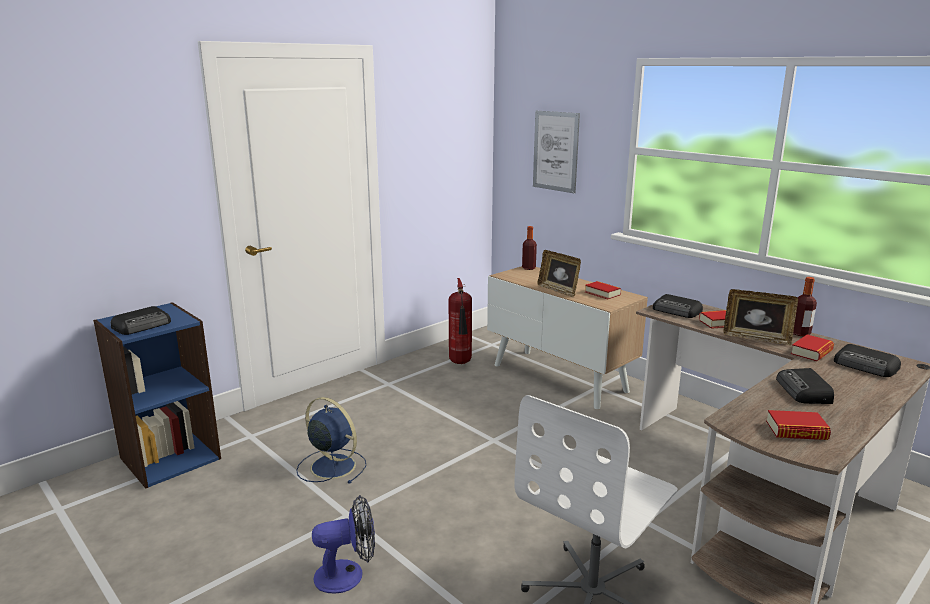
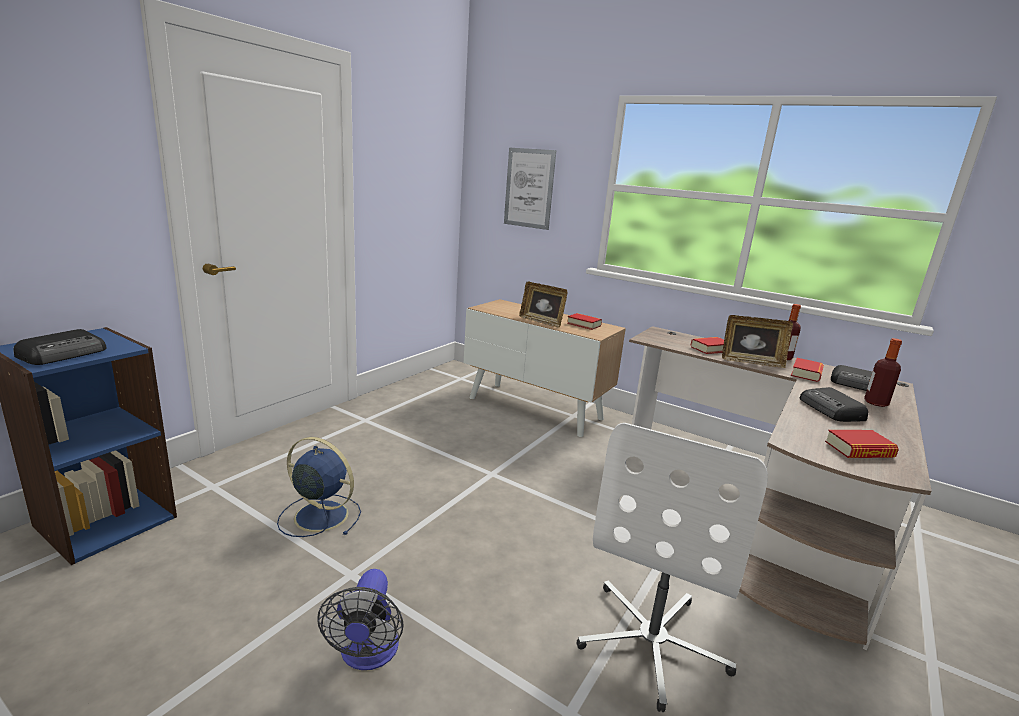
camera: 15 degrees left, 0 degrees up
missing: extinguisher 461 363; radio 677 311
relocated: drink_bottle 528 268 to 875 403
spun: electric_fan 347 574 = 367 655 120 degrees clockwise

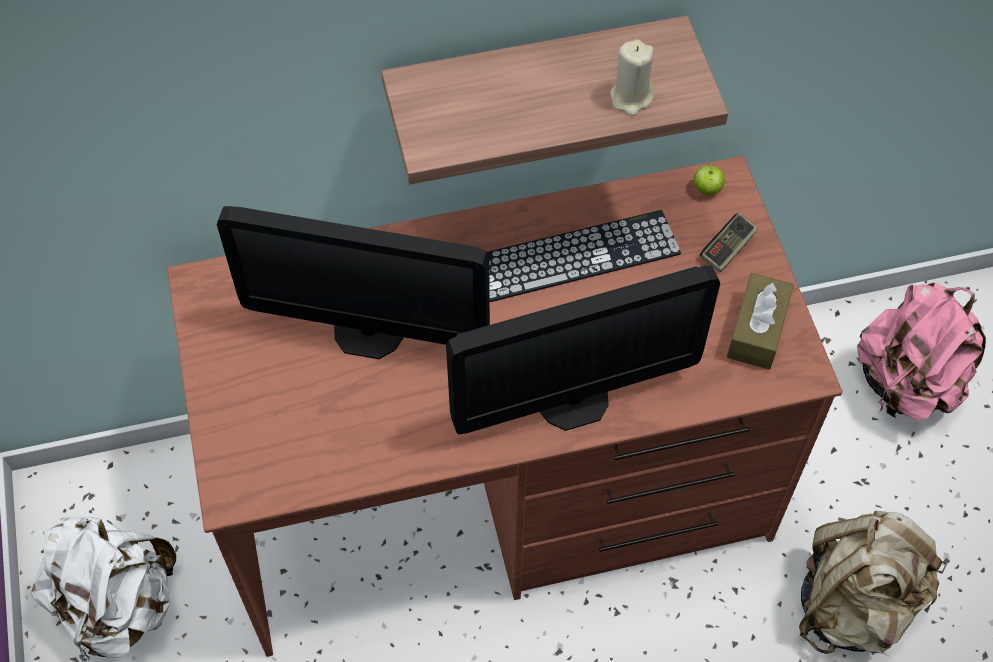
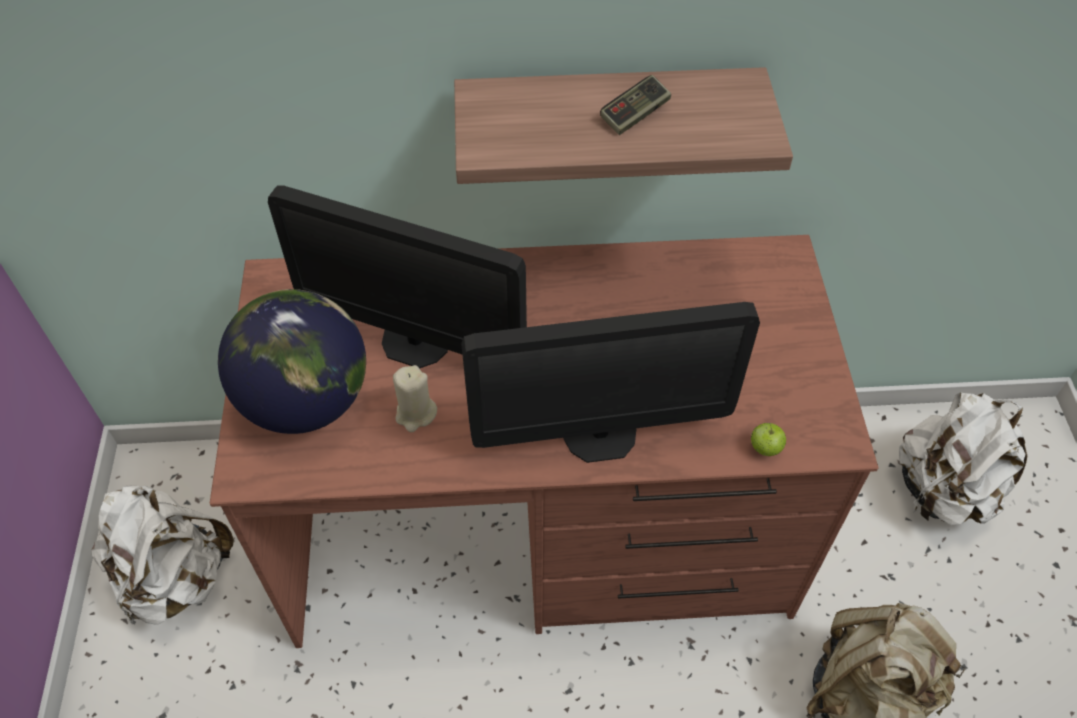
camera: 10 degrees right, 5 degrees down
missing: PC_keyboard 575 256; brown_tissue_box 757 330
appeared: world_globe 306 401
relocated: beige-coloured_wax_candle 631 98 to 415 414; apple 707 189 to 765 448; game_controller 727 249 to 634 115
colour: pinkish_rucksack 906 383 to white_rucksack 943 491

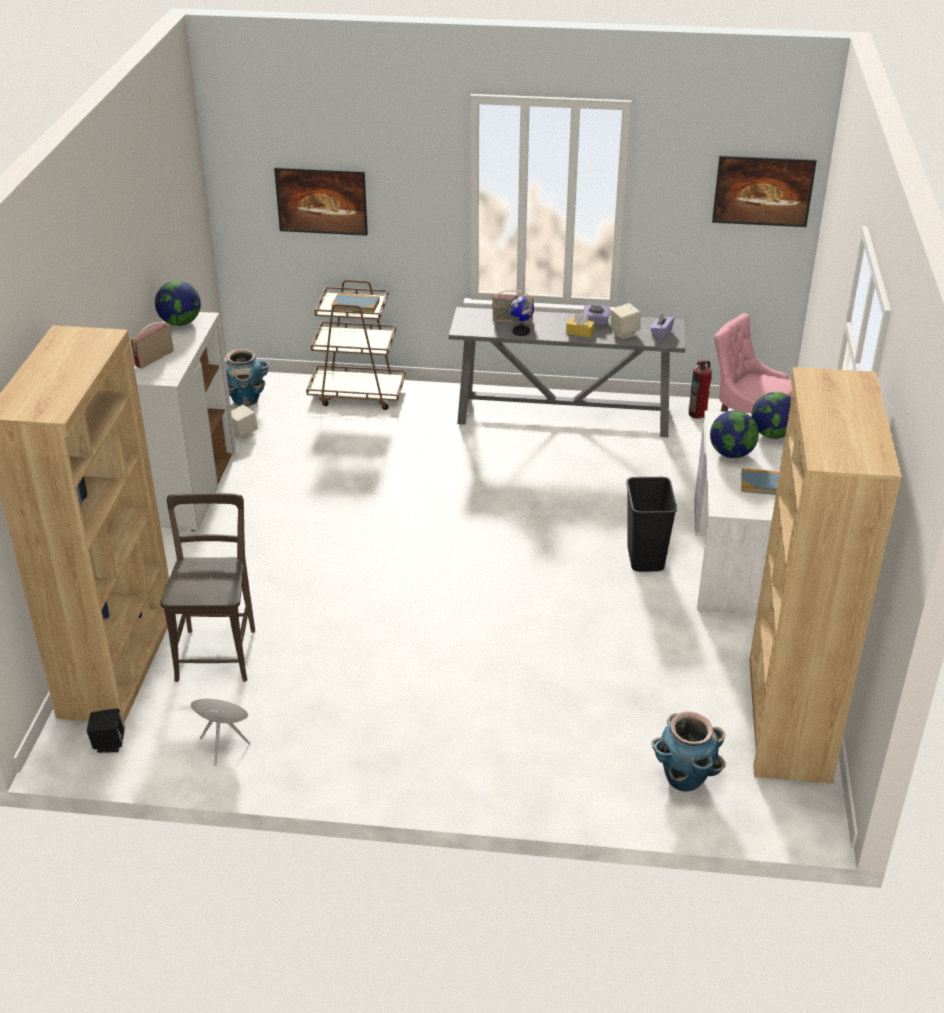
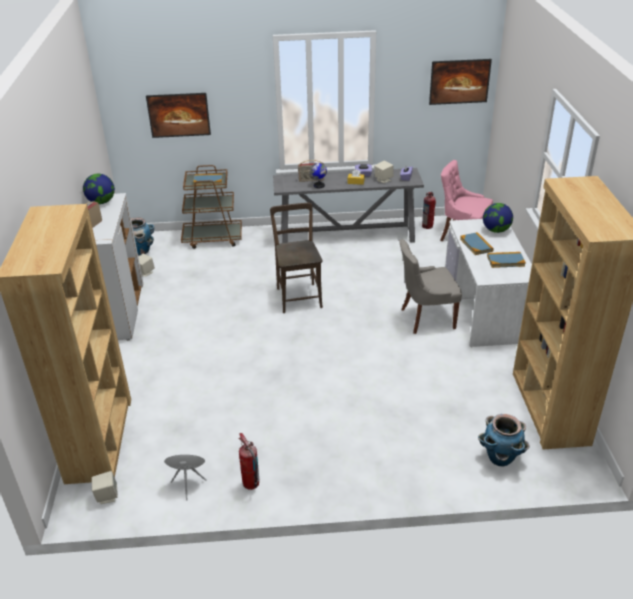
camera: 10 degrees left, 0 degrees up
appeared: extinguisher 251 483
relocated: brown_upright_chair 217 651 to 298 296
exchanged: world_globe 731 454 to bound_book 476 245; black_rubbish_bin 644 558 to greyish_upright_chair 426 318
colour: black_speaker 109 743 to beige-coloured_speaker 107 496

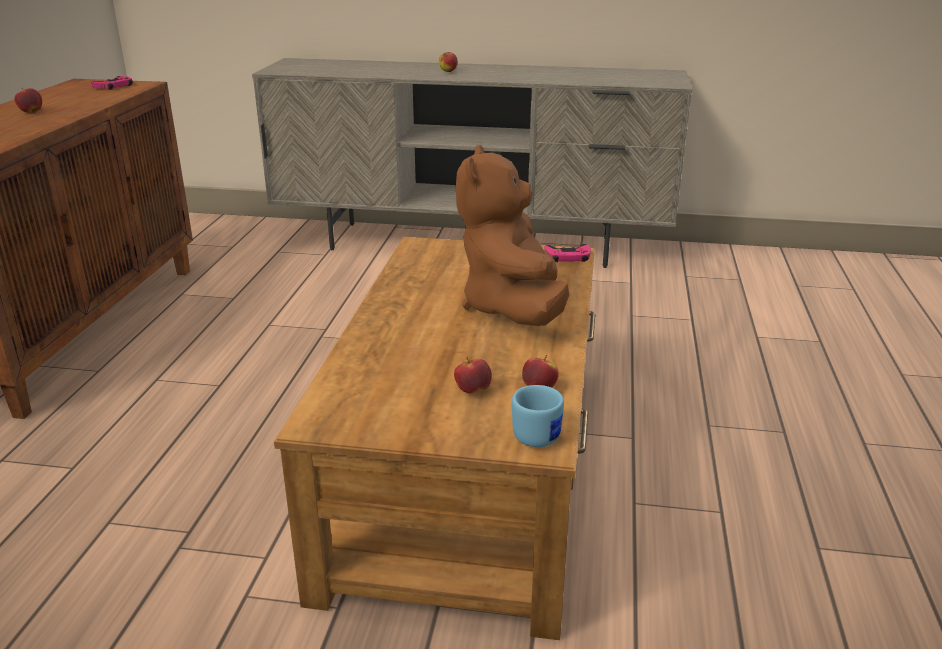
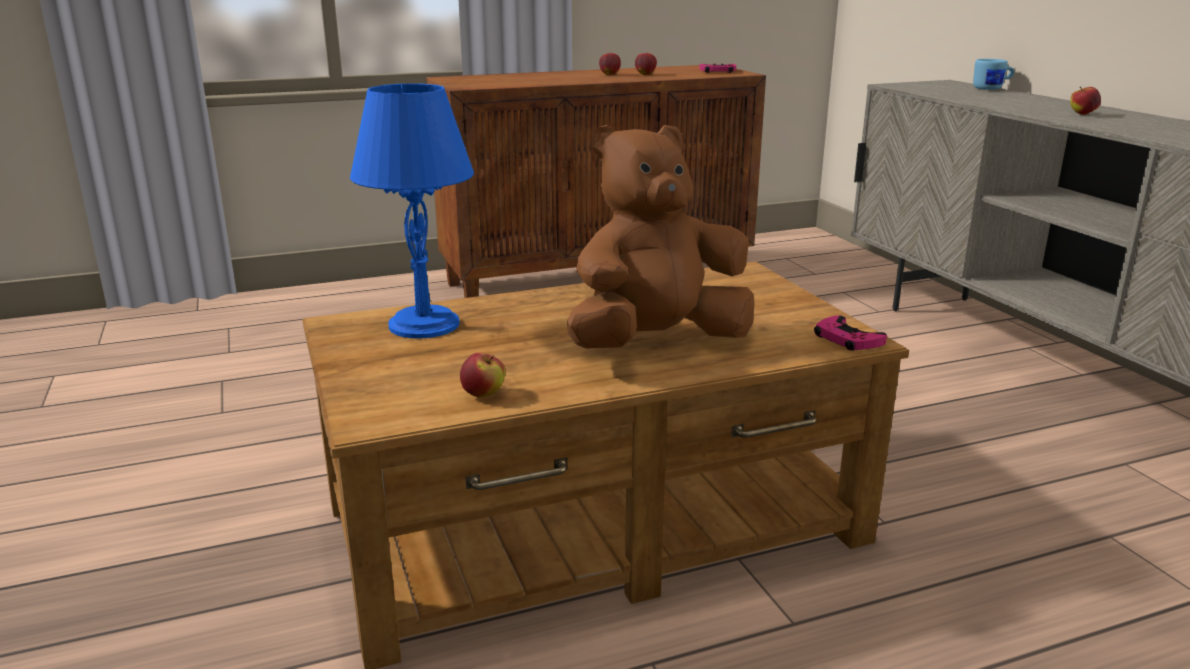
camera: 60 degrees right, 5 degrees down
appeared: blue-coloured_lamp_for_a_table 424 325
relocated: apple 472 390 to 645 74; blue-coloured_mug 539 433 to 992 89

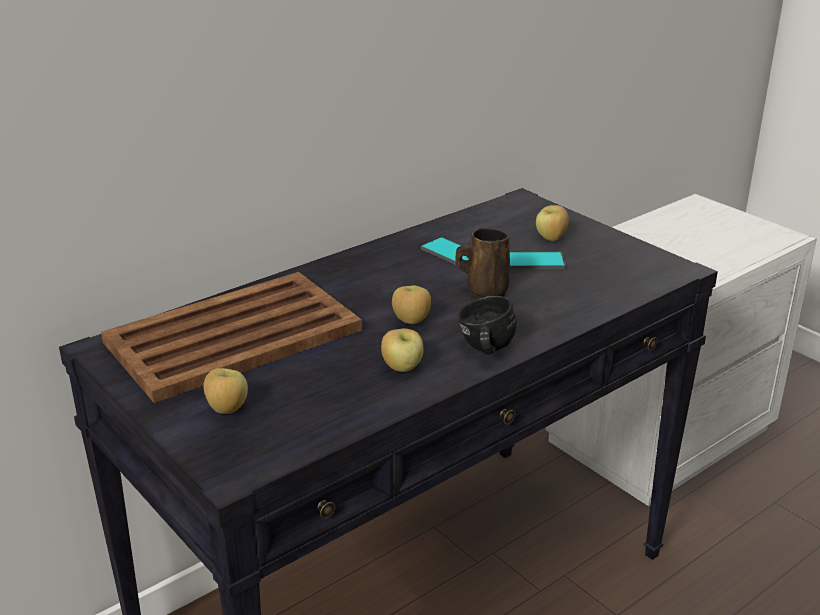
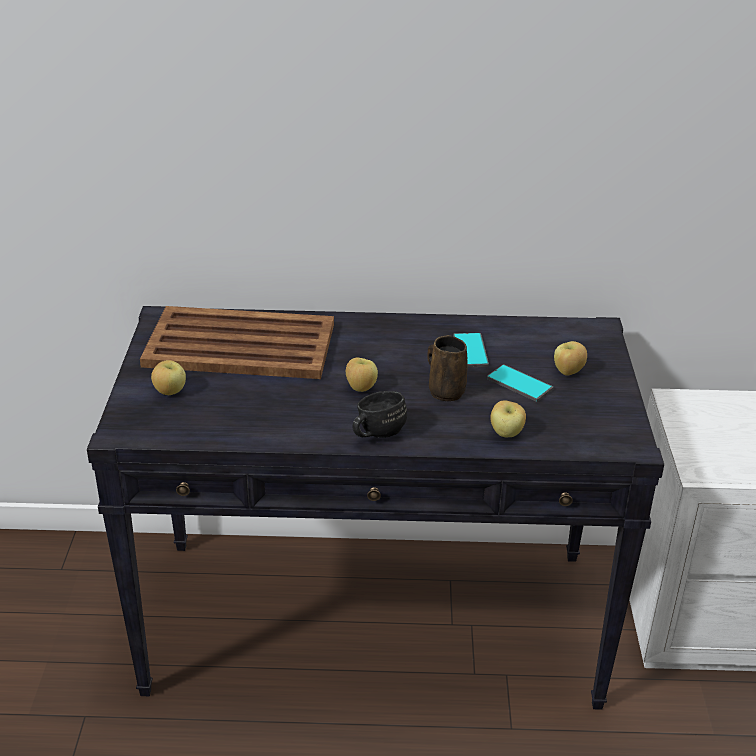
camera: 40 degrees right, 5 degrees up
relocated: apple 403 368 to 506 434

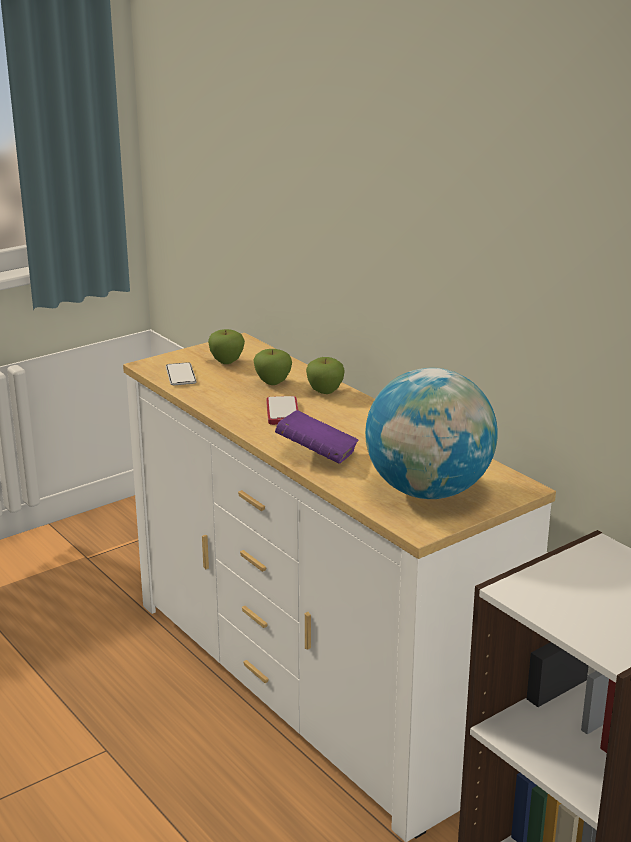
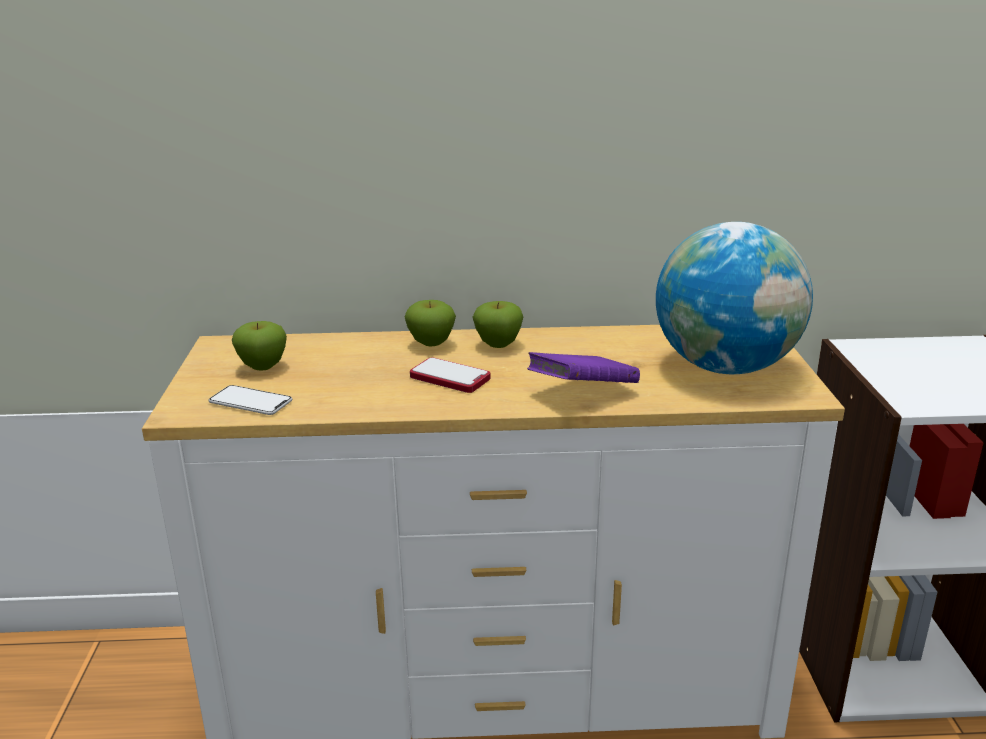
camera: 55 degrees left, 0 degrees up
relocated: apple 273 382 to 498 344

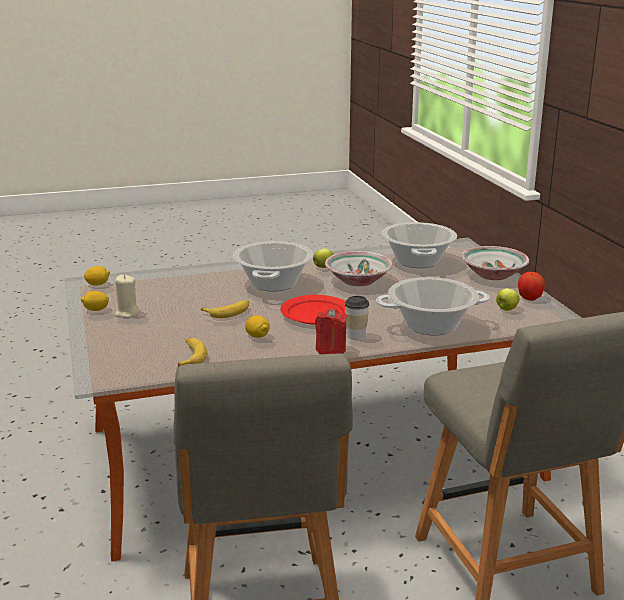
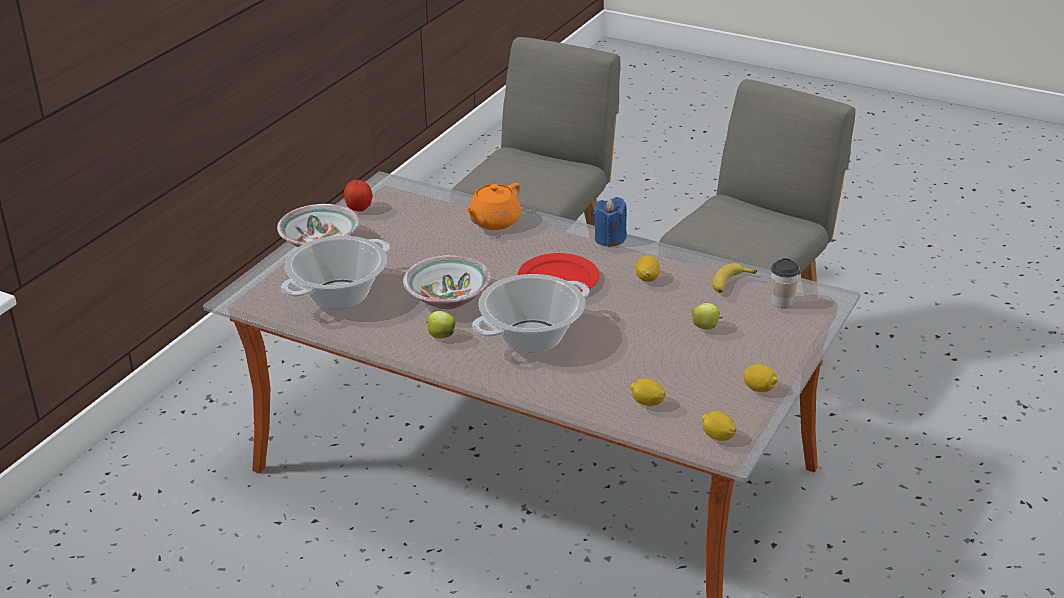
camera: 135 degrees left, 10 degrees up
missing: beige-coloured_wax_candle 127 313; banana 228 312
appeared: citrus_fruit 647 403
relocated: apple 506 309 to 706 327; cup 356 335 to 782 302
exchanged: saucepot 431 326 to orange-coloured_tea_pot 494 222
colour: red_wax_candle 330 349 to blue-coloured_wax_candle 610 239

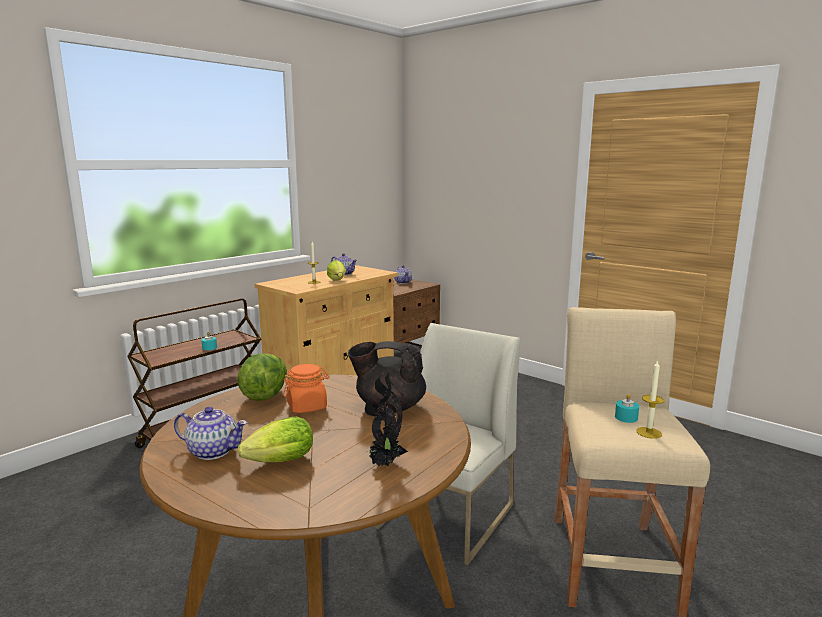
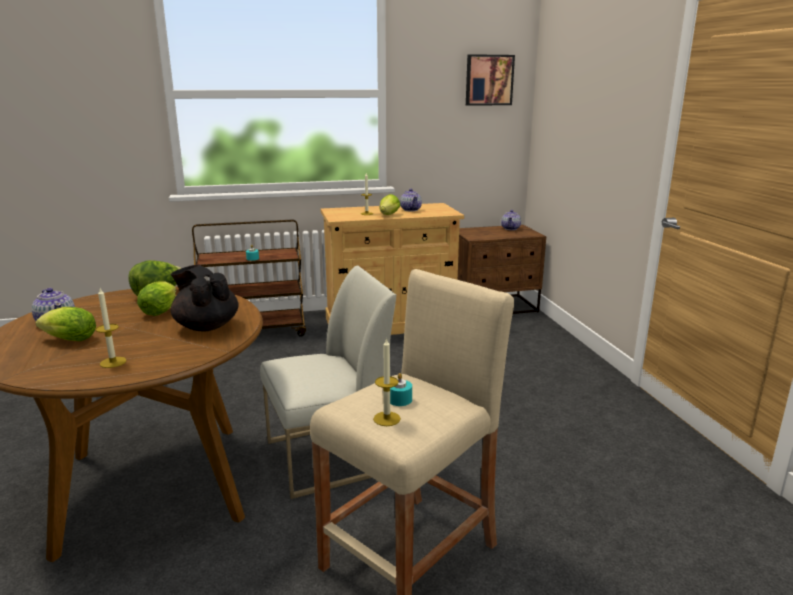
camera: 35 degrees right, 5 degrees up
appeared: picture 488 80
exchanged: orange-coloured_jar 307 406 to lettuce 161 311; potted_plant 384 464 to wax_candle 113 362

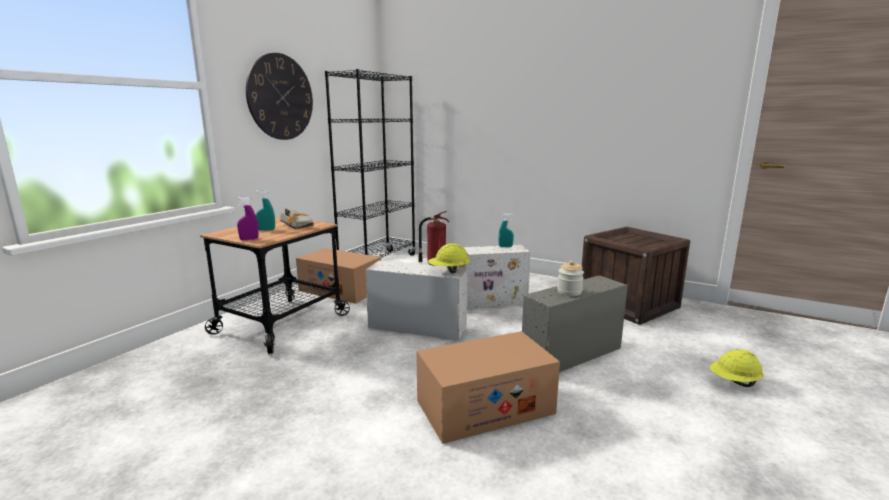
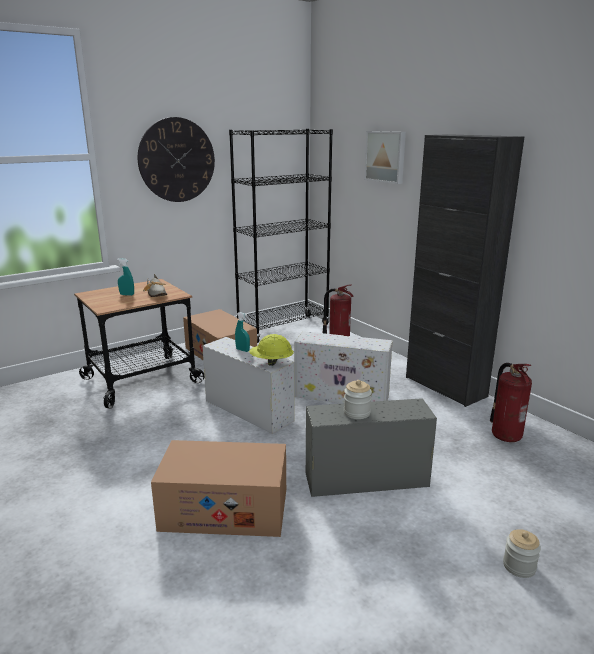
camera: 25 degrees right, 5 degrees up
missing: purplish_hand_sprayer 249 239
appeared: picture 386 156; black_cupboard 445 387
relocated: turquoise-coloured_hand_sprayer 505 246 to 242 350
exchanged: shipping_crate 628 304 to extinguisher 505 435; yellowish_safety_helmet 734 382 to jar 519 566

